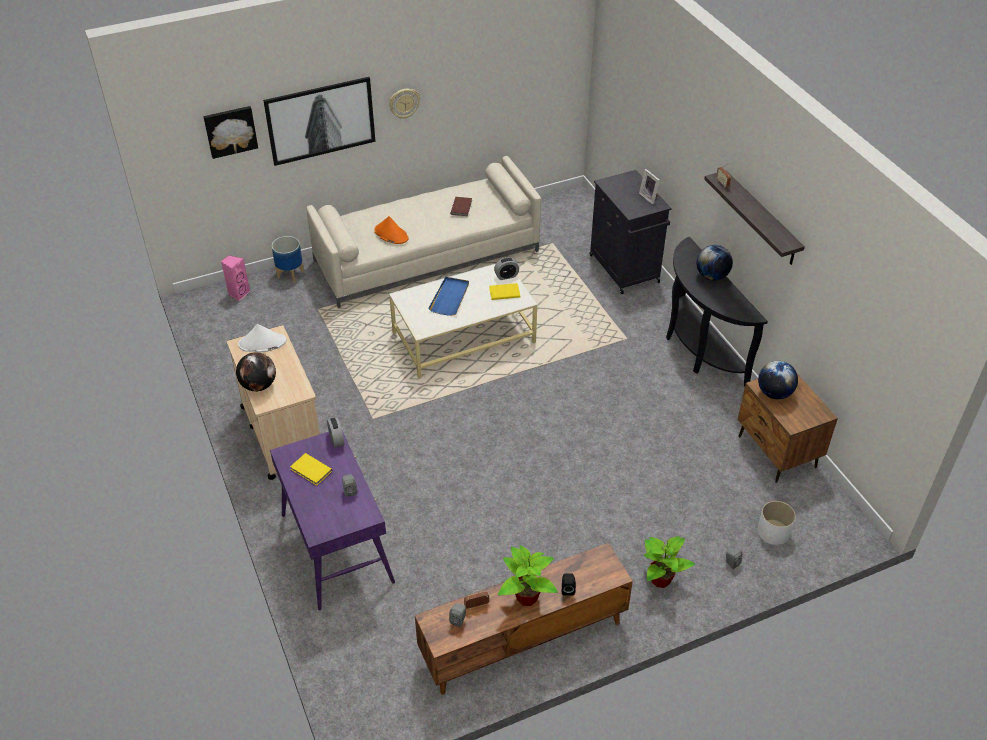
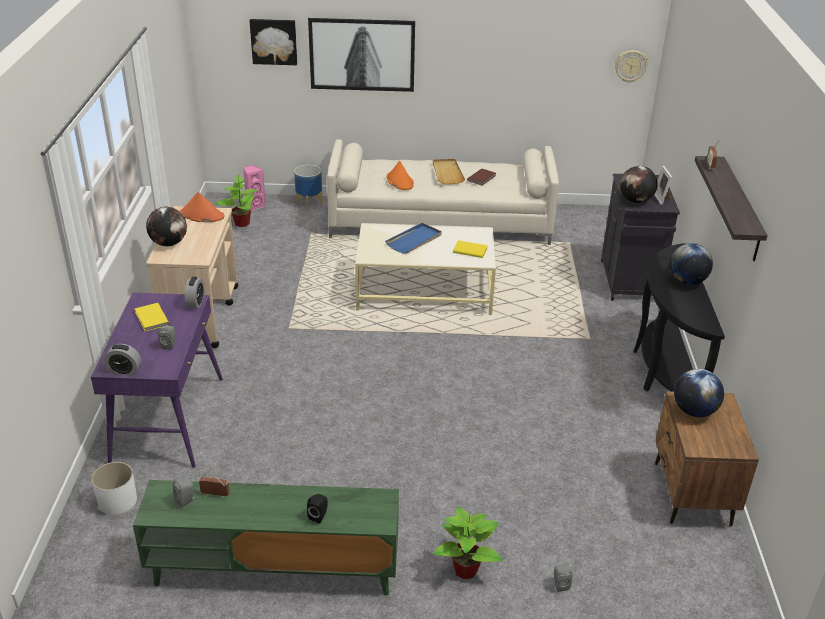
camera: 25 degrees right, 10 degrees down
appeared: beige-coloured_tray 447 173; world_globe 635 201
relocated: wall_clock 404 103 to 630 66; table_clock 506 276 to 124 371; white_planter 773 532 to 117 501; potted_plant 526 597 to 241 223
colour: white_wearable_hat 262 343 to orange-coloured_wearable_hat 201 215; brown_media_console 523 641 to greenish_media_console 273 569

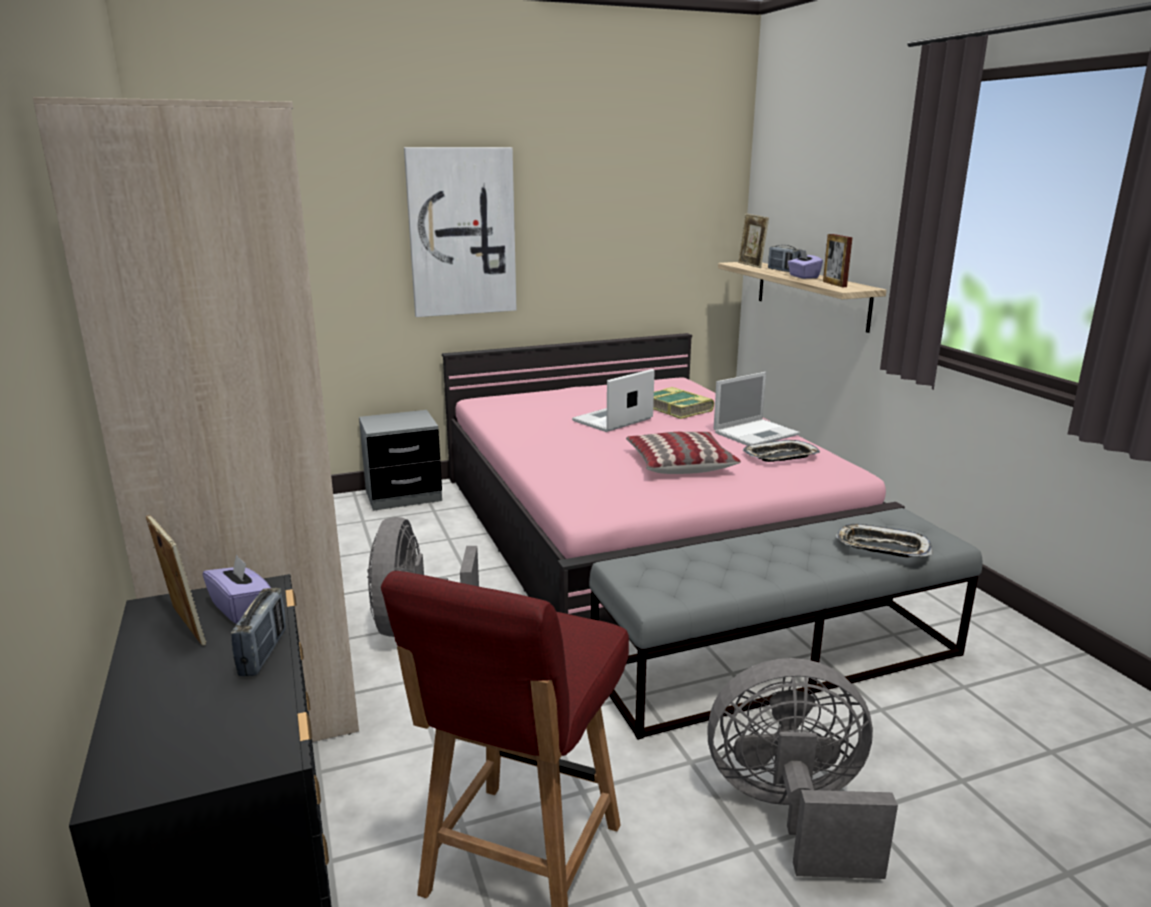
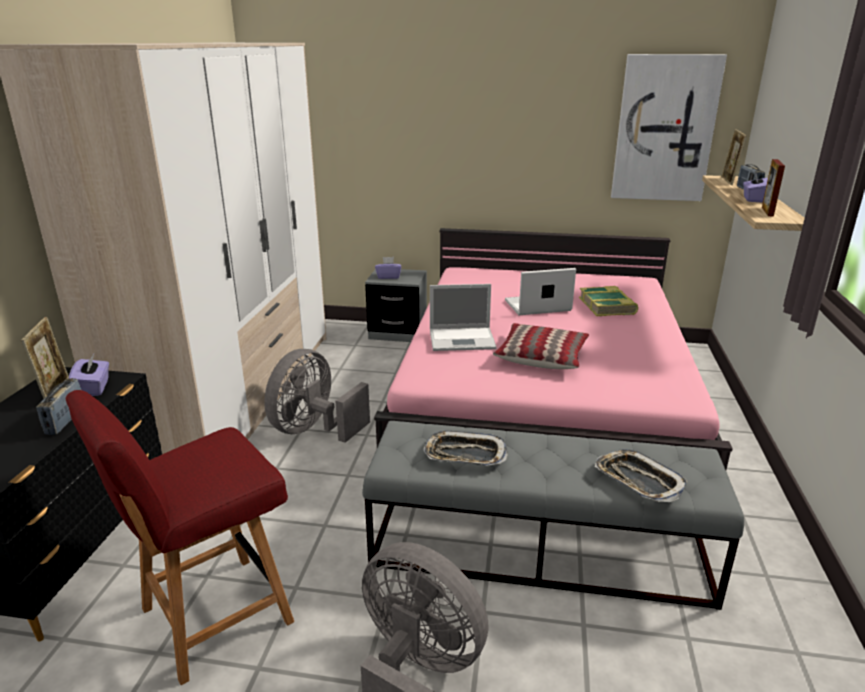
camera: 30 degrees right, 5 degrees up
appeared: purplish_tissue_box 388 276
relocated: picture 462 232 to 664 129; laptop 756 433 to 463 339; tray 780 457 to 465 454
spun: radio 263 653 = 65 420 150 degrees clockwise

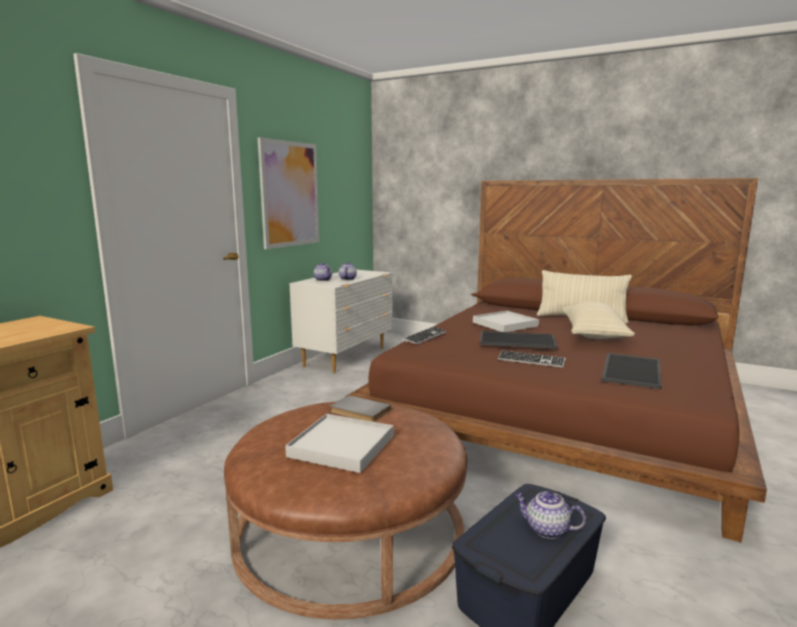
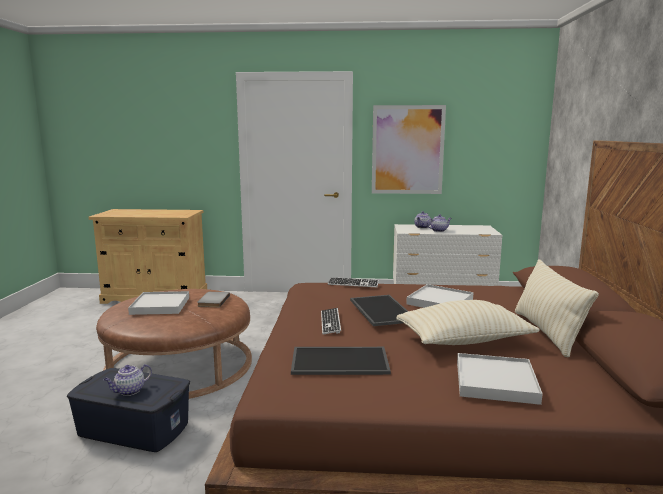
camera: 65 degrees right, 0 degrees up
appeared: white_tray 496 382
spun: tea_pot 546 529 = 129 391 135 degrees counterclockwise

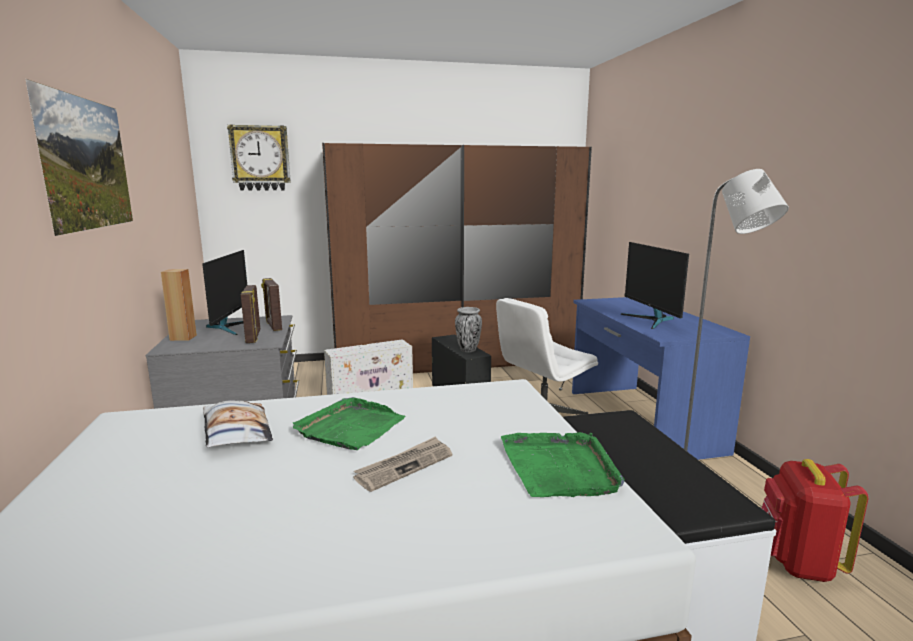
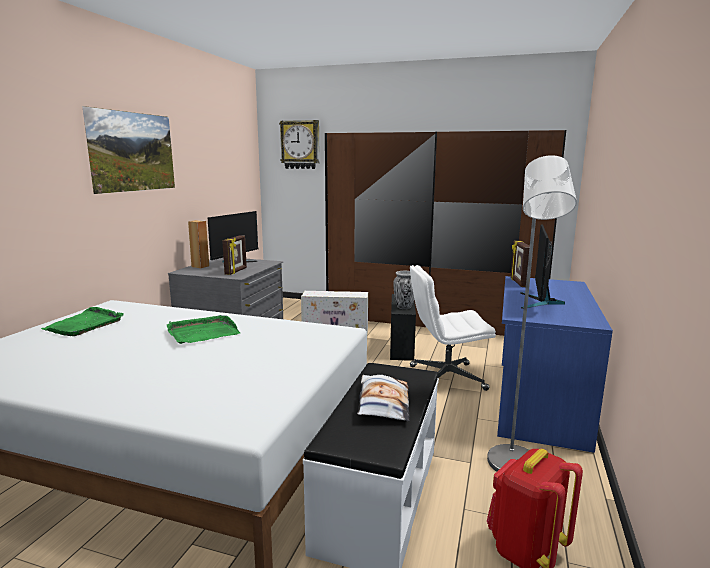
camera: 30 degrees right, 0 degrees up
missing: newspaper 404 466
relocated: standing_frame 273 326 to 518 282; throw_pillow 236 431 to 382 403; greenish_tray 560 467 to 84 324

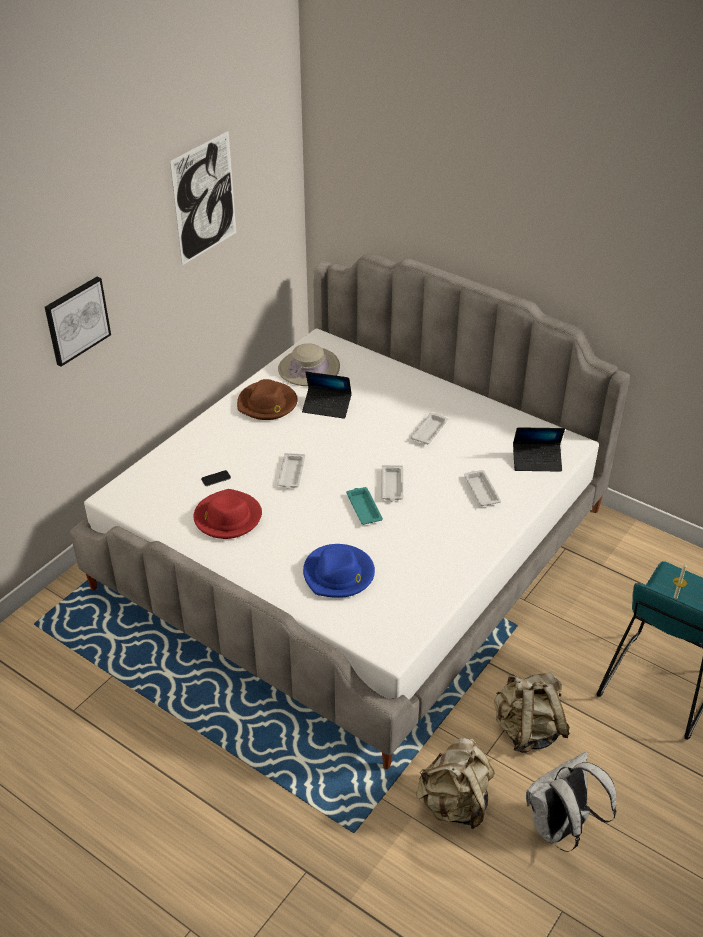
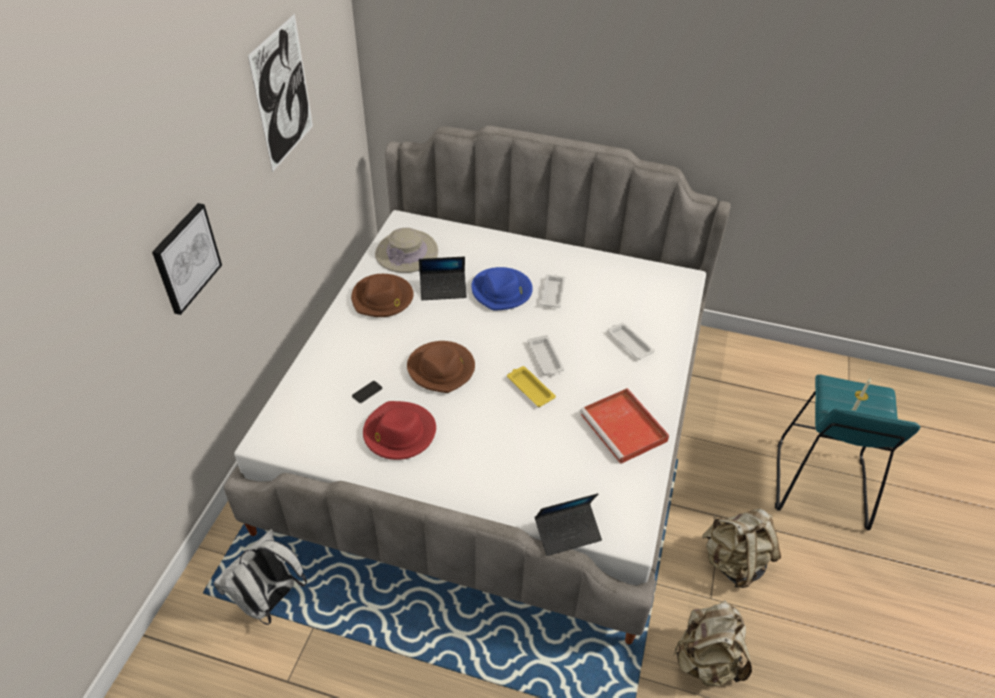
camera: 20 degrees left, 5 degrees up
appeared: red_tray 625 428
relocated: laptop 536 461 to 567 532; blue-coloured_wearable_hat 339 574 to 502 291; white_rucksack 560 828 to 270 601
exchanged: white_tray 291 474 to brown_wearable_hat 442 369
colour: turquoise-coloured_tray 363 508 to yellowish_tray 530 388

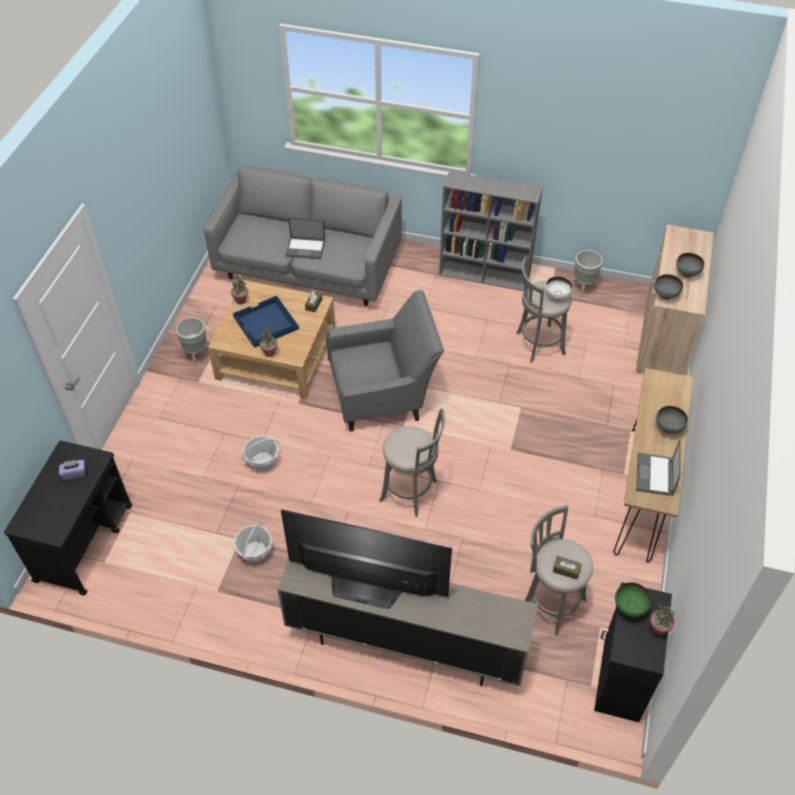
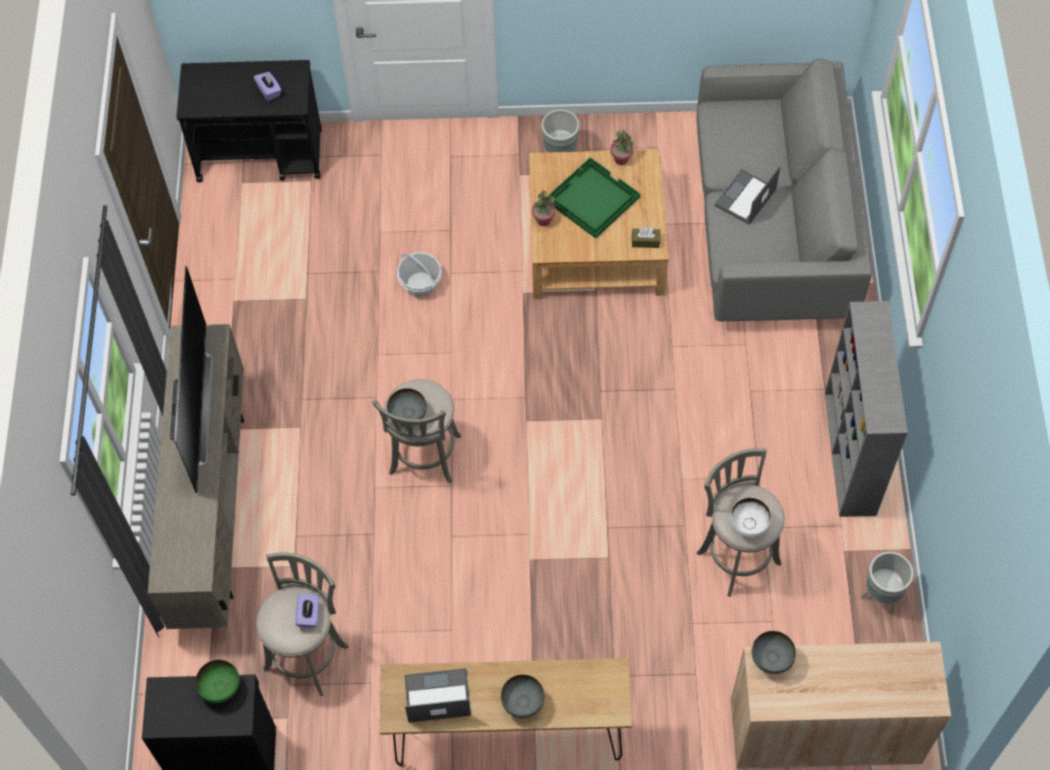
camera: 75 degrees right, 10 degrees up
missing: greyish_lounge_chair 384 394; household_basket 255 552; brown_tissue_box 566 570; potted_plant 658 629
appeared: purplish_tissue_box 309 615
relocated: greyish_serving_bowl 687 274 to 408 416
colour: blue-coloured_tray 265 323 to greenish_tray 591 199
spun: laptop 306 248 = 745 198 45 degrees clockwise

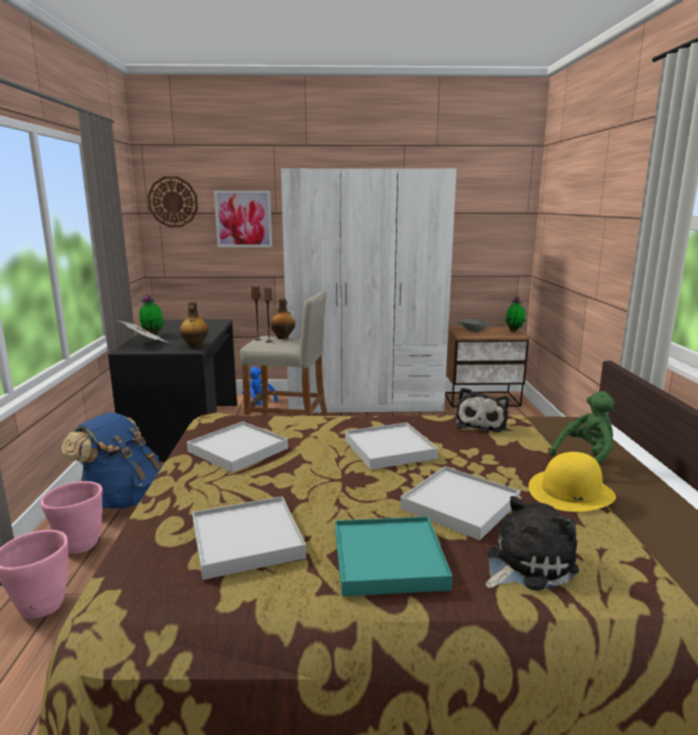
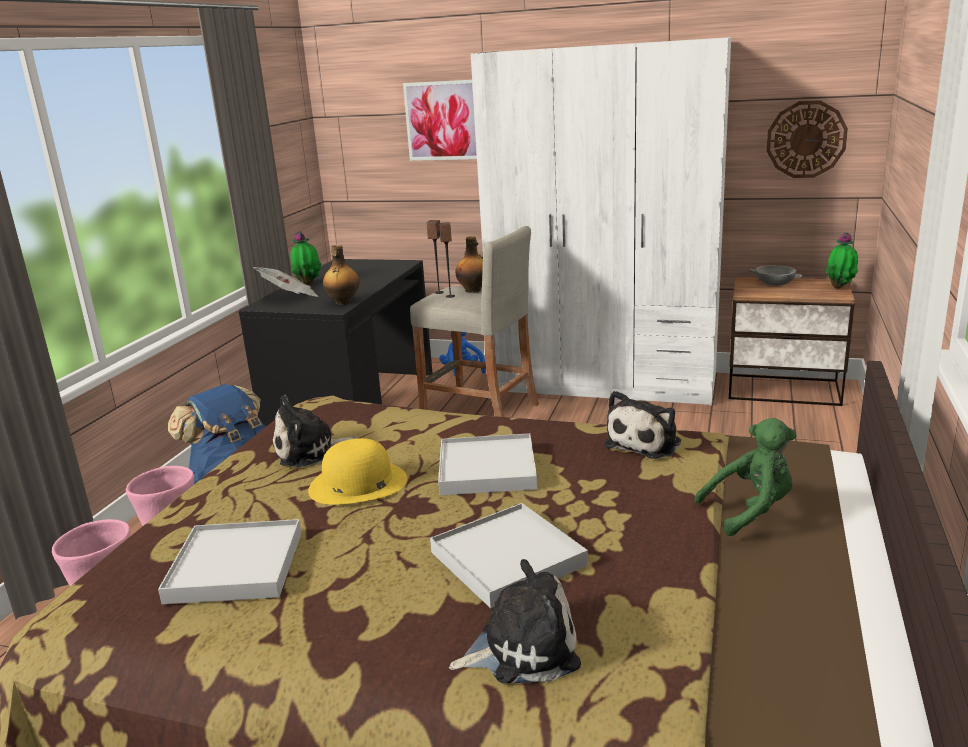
camera: 20 degrees right, 5 degrees up
missing: turquoise-coloured_tray 389 560
relocated: wall_clock 173 202 to 806 139; yellowish_wearable_hat 571 492 to 357 484
exchanged: white_tray 238 450 to plush_toy 310 451

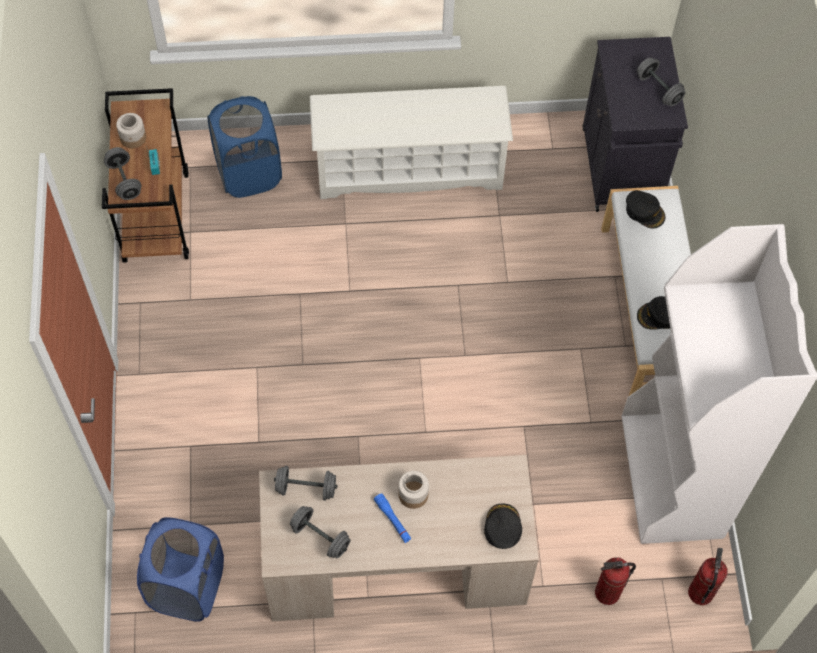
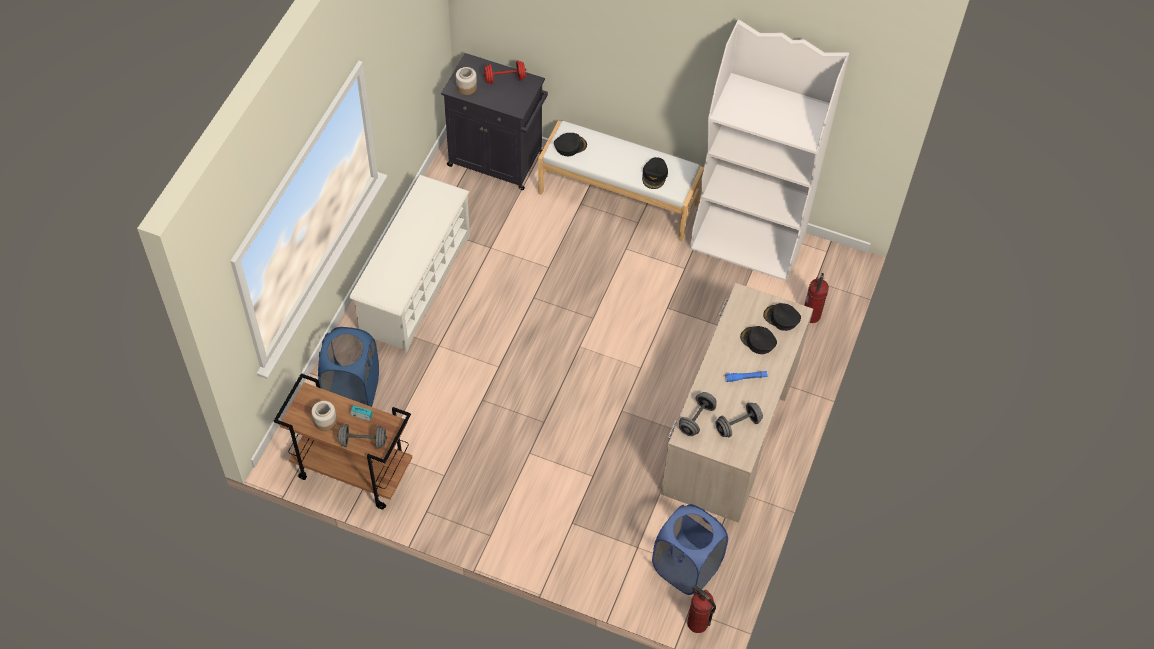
camera: 65 degrees left, 5 degrees down
appeared: black_cap 758 341
relocated: jar 413 494 to 466 87; extinguisher 700 592 to 697 623
colour: greyish_hand_weight 658 89 to red_hand_weight 505 79

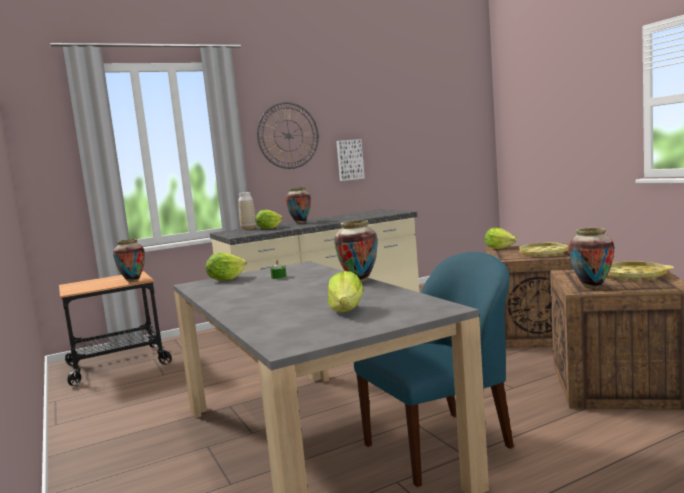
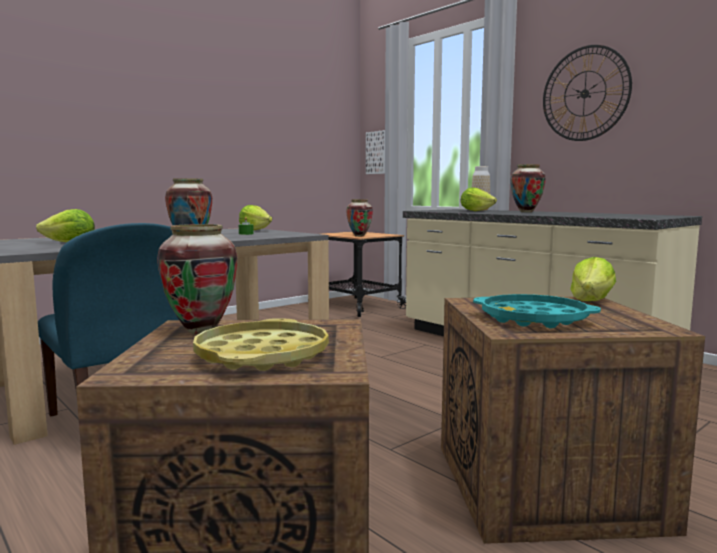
camera: 75 degrees right, 0 degrees up
relocated: picture 349 160 to 378 152
colour: yellowish_tray 543 253 to turquoise-coloured_tray 533 319

